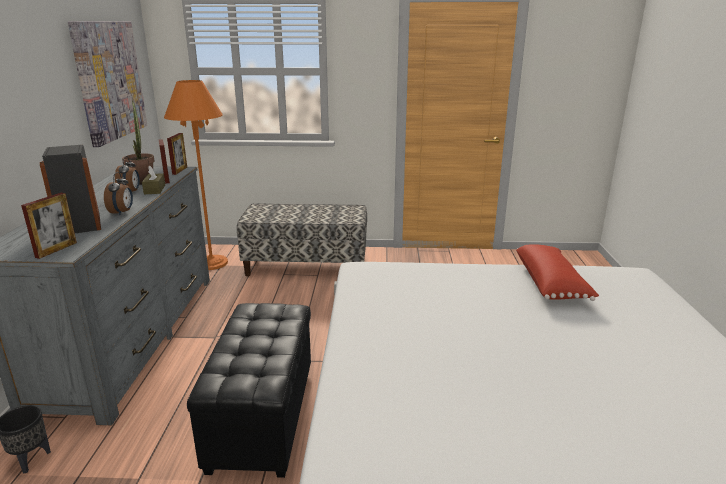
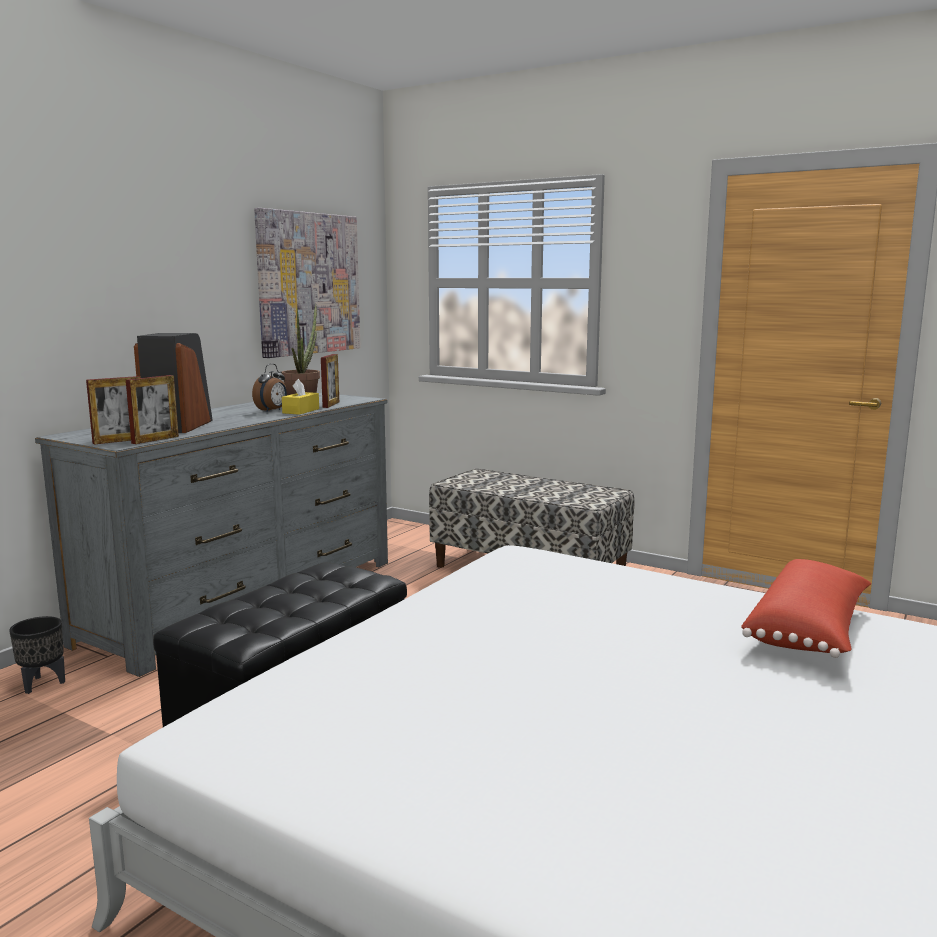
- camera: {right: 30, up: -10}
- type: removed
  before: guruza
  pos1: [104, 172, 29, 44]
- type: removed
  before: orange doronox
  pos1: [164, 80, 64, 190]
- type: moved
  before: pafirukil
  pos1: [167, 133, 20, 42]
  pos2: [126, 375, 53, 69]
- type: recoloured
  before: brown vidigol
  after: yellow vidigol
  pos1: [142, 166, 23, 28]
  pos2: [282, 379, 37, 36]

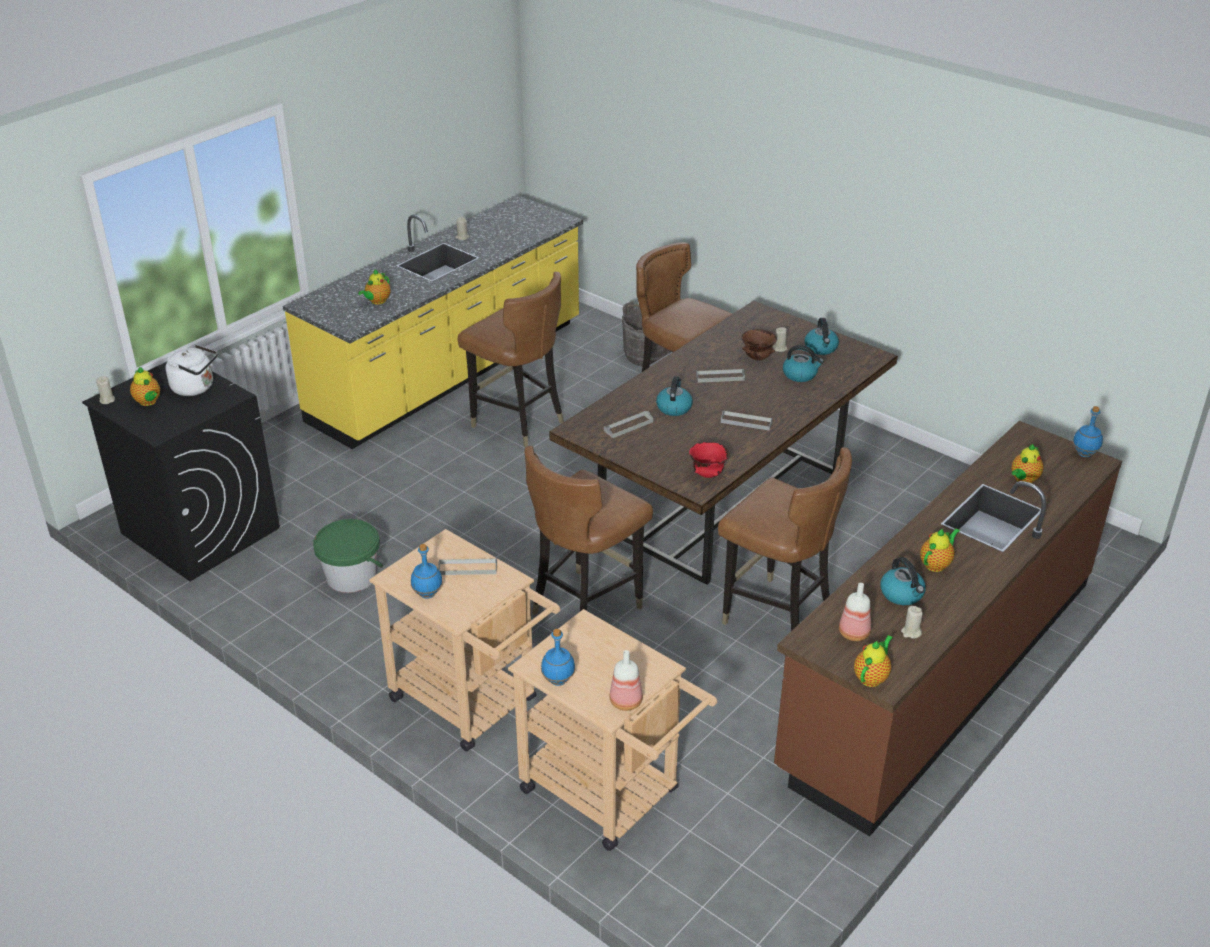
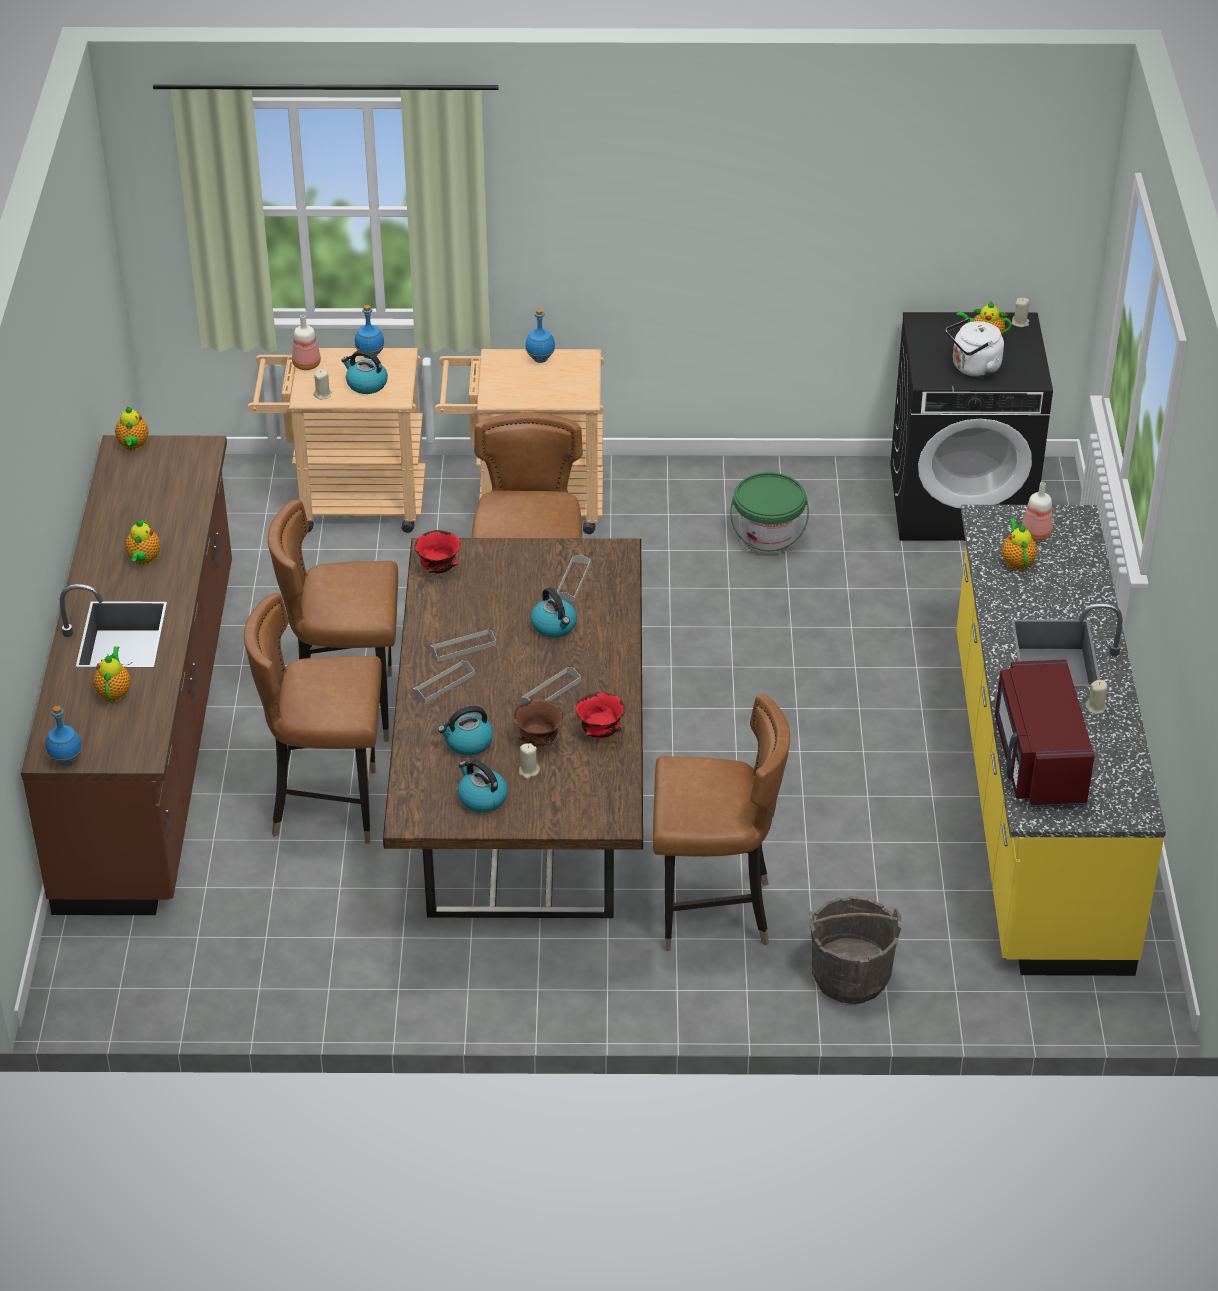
- camera: {right: 140, up: 5}
- type: added
  after: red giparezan
  pos2: [575, 692, 50, 46]
- type: added
  after: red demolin
  pos2: [995, 659, 100, 148]
- type: moved
  before: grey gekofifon
  pos1: [438, 558, 59, 17]
  pos2: [412, 660, 63, 43]
- type: moved
  before: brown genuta
  pos1: [458, 272, 106, 175]
  pos2: [244, 593, 138, 250]
- type: moved
  before: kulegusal
  pos1: [839, 583, 32, 58]
  pos2: [1022, 482, 31, 59]
- type: moved
  before: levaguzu
  pos1: [880, 557, 46, 48]
  pos2: [341, 350, 47, 44]
- type: moved
  before: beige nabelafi
  pos1: [901, 606, 22, 33]
  pos2: [313, 369, 19, 31]

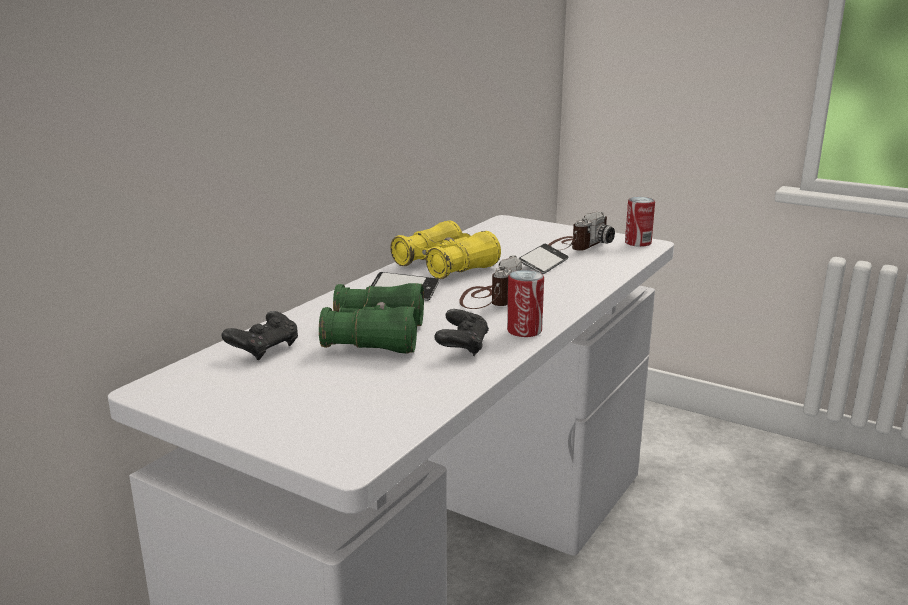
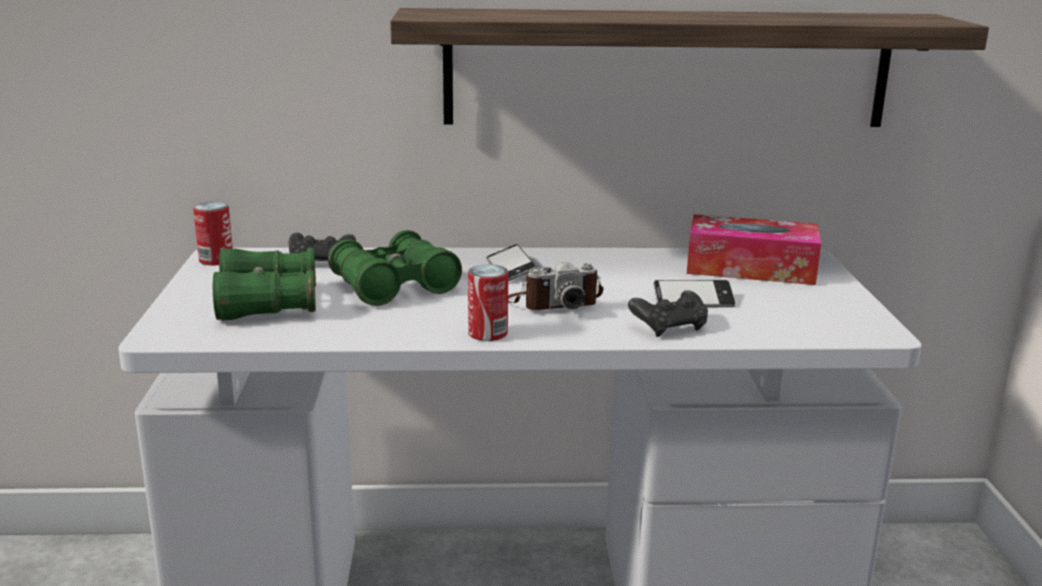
- camera: {right: 55, up: 0}
- type: removed
  before: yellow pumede
  pos1: [391, 221, 110, 58]
- type: removed
  before: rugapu
  pos1: [548, 212, 67, 39]
- type: added
  after: green pumede
  pos2: [213, 248, 103, 73]
- type: added
  after: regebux
  pos2: [390, 8, 599, 119]
- type: added
  after: vidigol
  pos2: [687, 214, 134, 71]
- type: moved
  before: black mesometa
  pos1: [434, 309, 55, 47]
  pos2: [628, 290, 80, 47]
- type: moved
  before: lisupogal
  pos1: [625, 197, 30, 50]
  pos2: [193, 202, 40, 64]

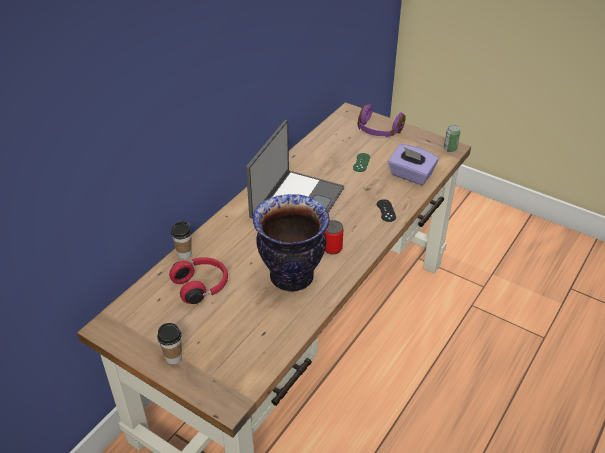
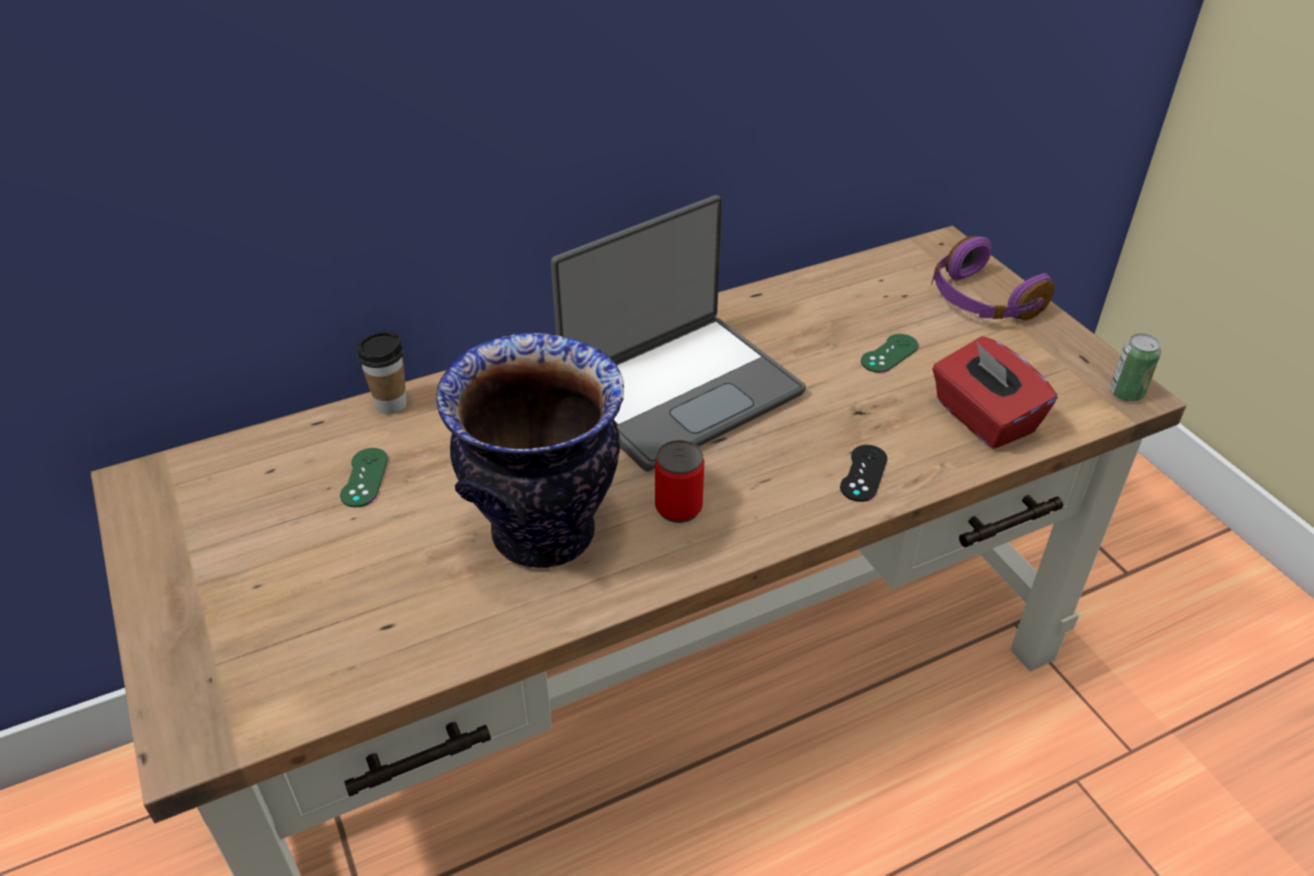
- camera: {right: 30, up: 0}
- type: removed
  before: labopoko
  pos1: [157, 323, 25, 41]
- type: replaced
  before: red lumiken
  after: green mesometa
  pos1: [169, 257, 59, 47]
  pos2: [340, 448, 48, 59]
- type: recoloured
  before: purple vidigol
  after: red vidigol
  pos1: [388, 144, 51, 41]
  pos2: [932, 336, 125, 113]

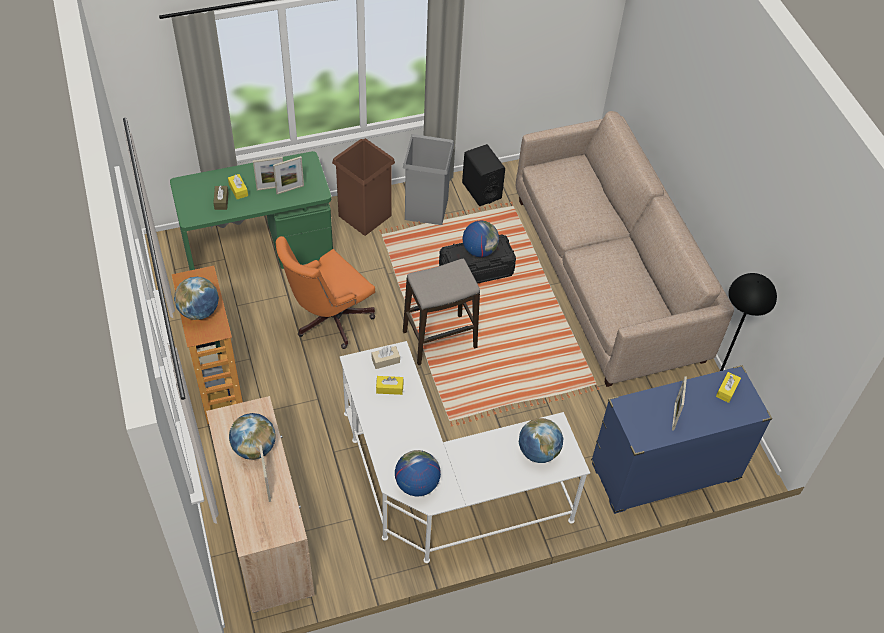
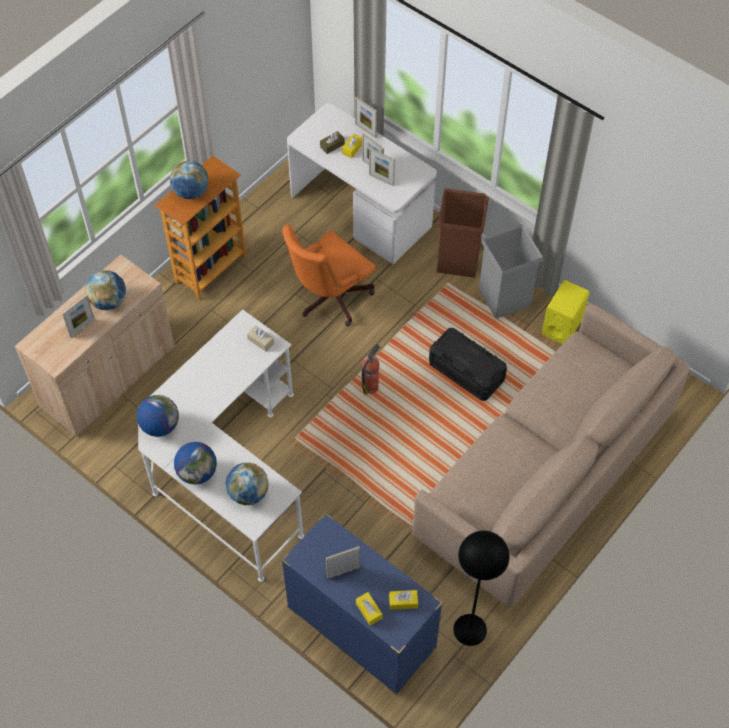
- camera: {right: 60, up: 5}
- type: added
  after: pafirukil
  pos2: [355, 97, 22, 41]
- type: moved
  before: yellow vidigol
  pos1: [376, 376, 28, 19]
  pos2: [356, 592, 27, 34]
- type: moved
  before: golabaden
  pos1: [463, 221, 36, 36]
  pos2: [174, 442, 43, 43]
- type: replaced
  before: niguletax
  after: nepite
  pos1: [403, 259, 77, 106]
  pos2: [361, 344, 19, 51]
- type: recoloured
  before: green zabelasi
  after: white zabelasi
  pos1: [170, 151, 163, 119]
  pos2: [287, 103, 150, 161]
- type: recoloured
  before: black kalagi
  after: yellow kalagi
  pos1: [462, 144, 43, 62]
  pos2: [542, 280, 48, 64]
- type: turned
  before: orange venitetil
  pos1: [275, 236, 100, 113]
  pos2: [282, 224, 94, 102]
  turn: -60

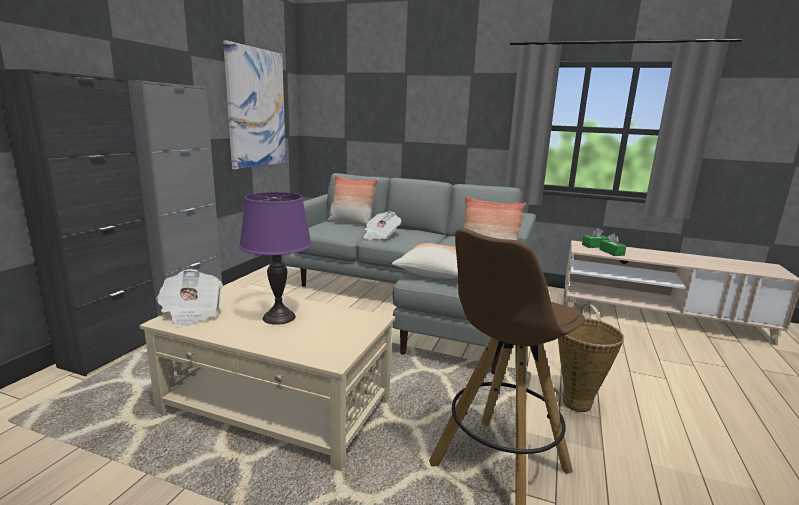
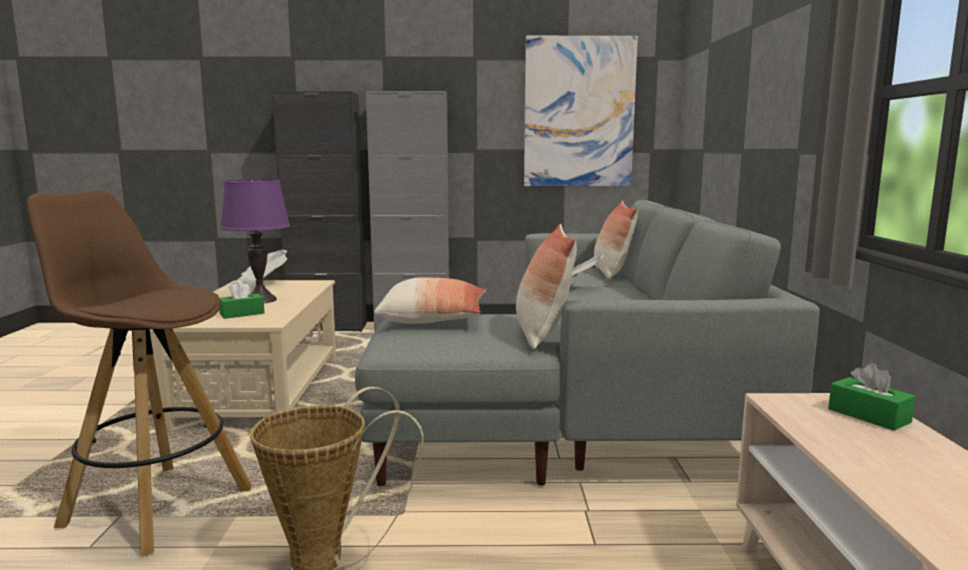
- camera: {right: 70, up: -5}
- type: moved
  before: green vidigol
  pos1: [600, 233, 26, 23]
  pos2: [219, 281, 45, 38]

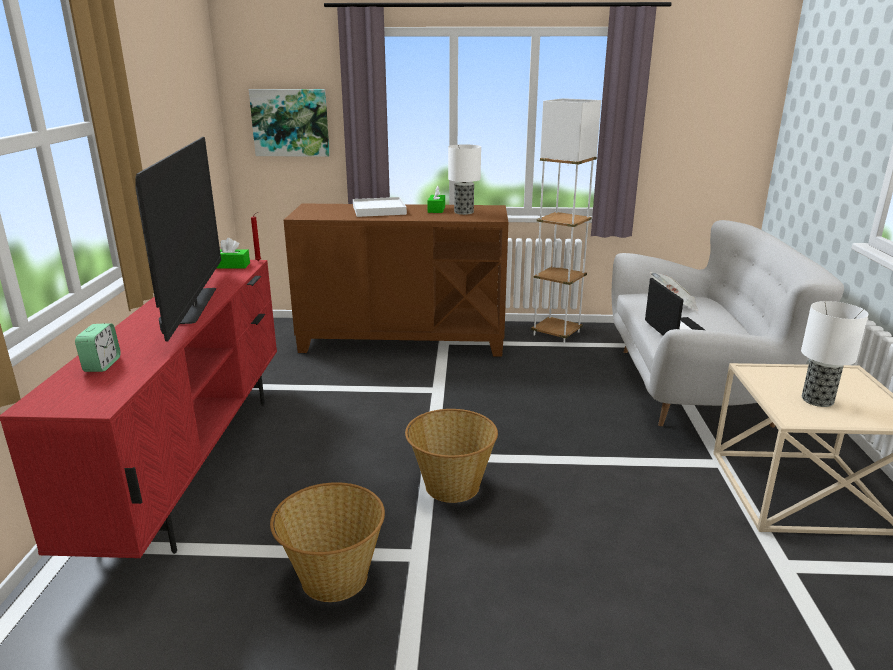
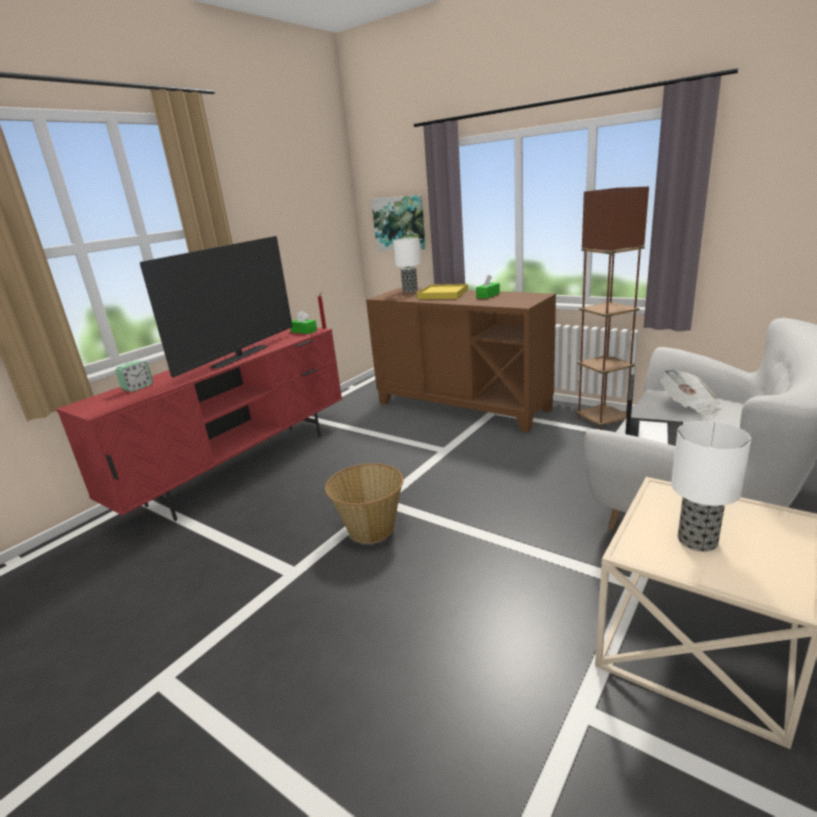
- camera: {right: 35, up: 0}
- type: removed
  before: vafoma
  pos1: [270, 482, 115, 120]
- type: moved
  before: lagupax
  pos1: [448, 144, 33, 71]
  pos2: [393, 238, 28, 55]
- type: recoloured
  before: white gekofifon
  after: yellow gekofifon
  pos1: [353, 197, 54, 20]
  pos2: [417, 284, 51, 15]
- type: recoloured
  before: white doronox
  after: brown doronox
  pos1: [531, 98, 70, 245]
  pos2: [576, 187, 73, 243]

